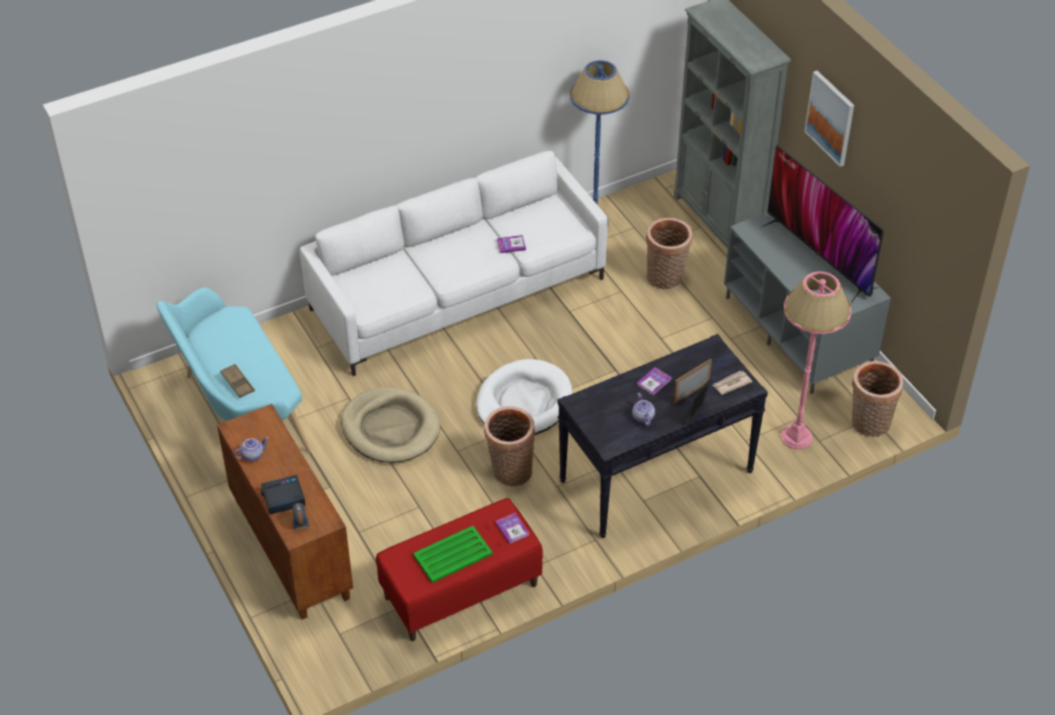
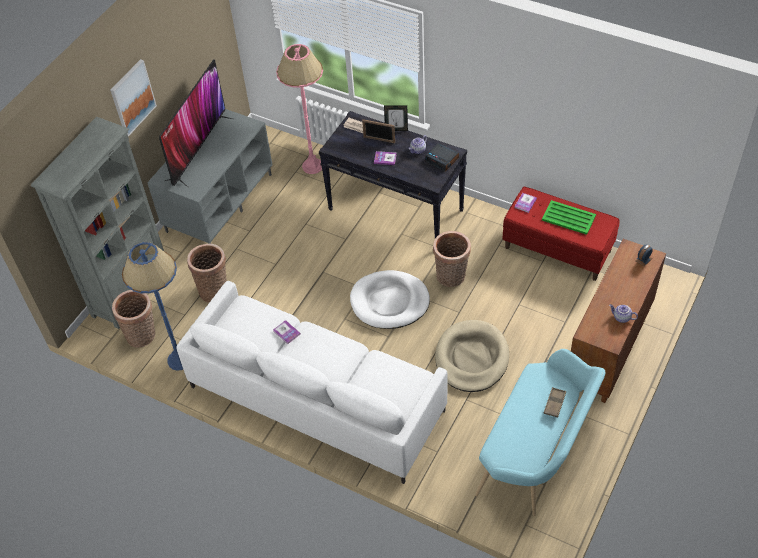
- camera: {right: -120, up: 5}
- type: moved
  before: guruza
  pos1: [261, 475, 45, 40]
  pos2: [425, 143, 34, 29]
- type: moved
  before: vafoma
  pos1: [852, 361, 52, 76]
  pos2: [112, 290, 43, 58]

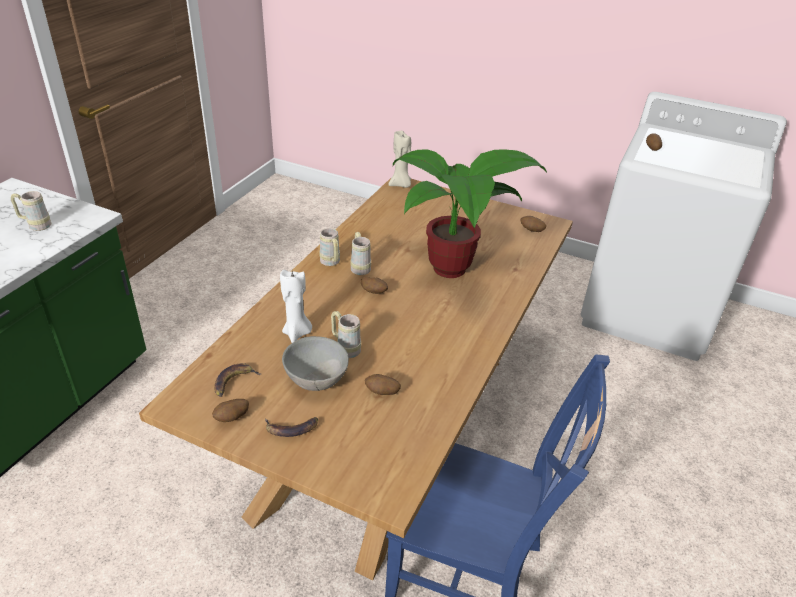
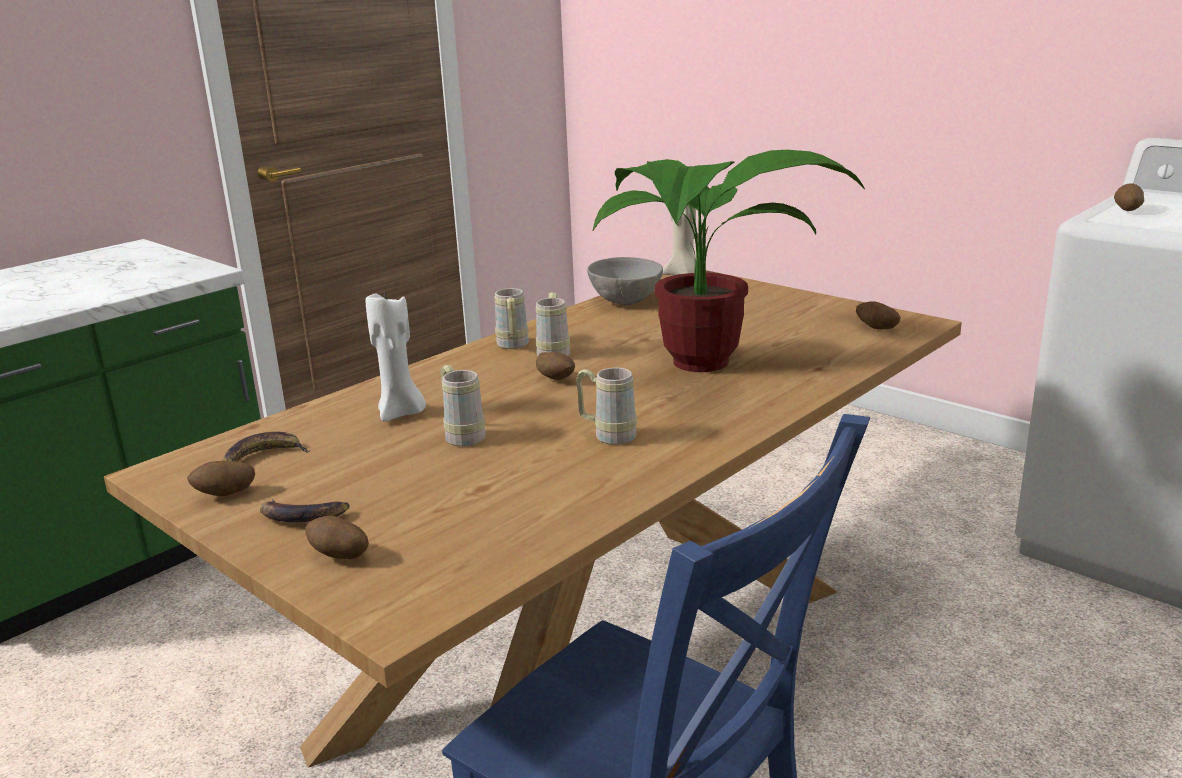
- camera: {right: 20, up: -15}
- type: moved
  before: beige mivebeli
  pos1: [11, 191, 40, 40]
  pos2: [576, 368, 61, 77]
- type: moved
  before: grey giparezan
  pos1: [282, 336, 67, 55]
  pos2: [587, 257, 76, 48]
- type: moved
  before: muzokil
  pos1: [365, 374, 36, 21]
  pos2: [306, 516, 63, 43]

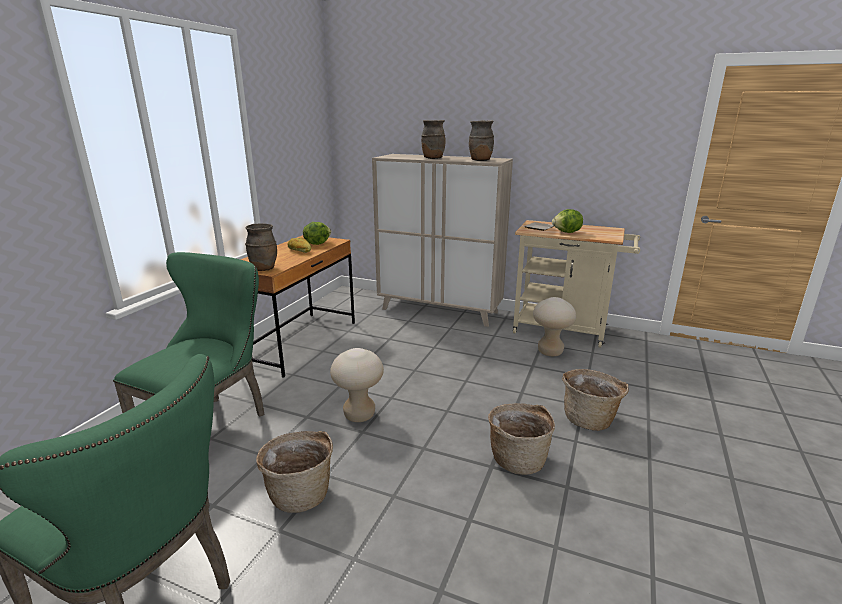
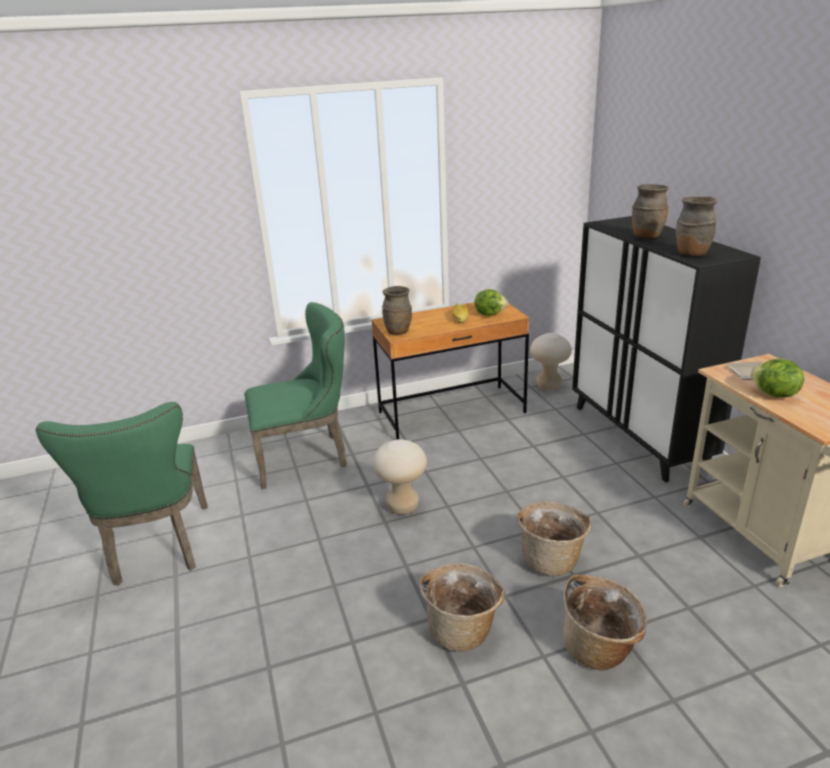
- camera: {right: 50, up: 5}
- type: moved
  before: vafoma
  pos1: [256, 431, 77, 82]
  pos2: [517, 501, 75, 75]
- type: moved
  before: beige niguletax
  pos1: [533, 297, 43, 59]
  pos2: [530, 333, 42, 58]
- type: recoloured
  before: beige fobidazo
  after: black fobidazo
  pos1: [372, 154, 141, 173]
  pos2: [572, 216, 189, 266]

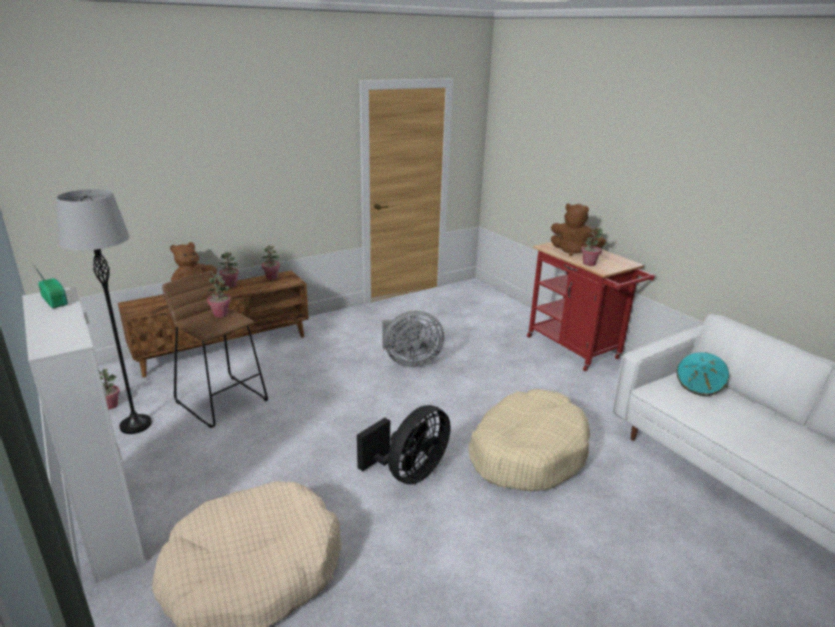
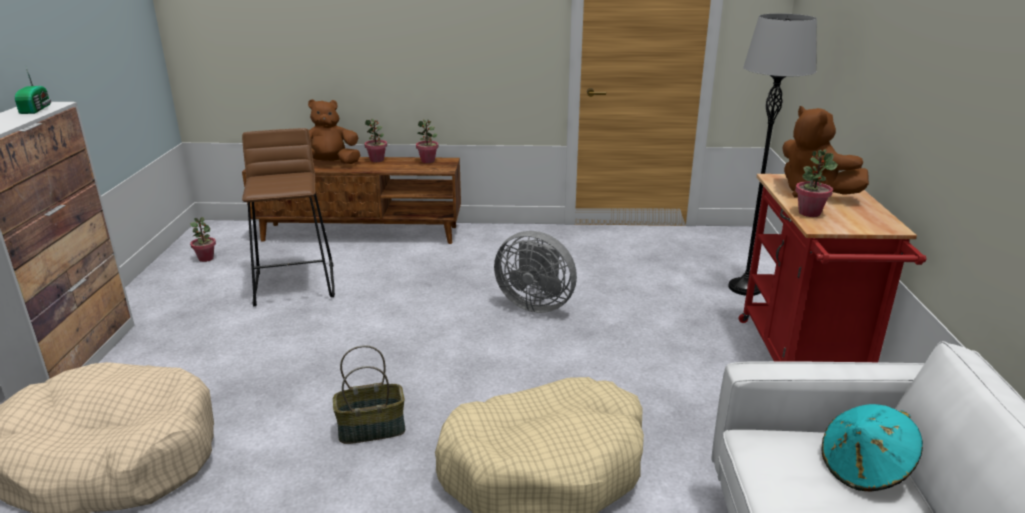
- camera: {right: 35, up: 0}
- type: removed
  before: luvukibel
  pos1: [207, 274, 24, 44]
- type: moved
  before: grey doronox
  pos1: [56, 189, 96, 245]
  pos2: [728, 13, 89, 283]
- type: replaced
  before: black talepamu
  after: vafoma
  pos1: [357, 405, 94, 80]
  pos2: [333, 345, 72, 99]

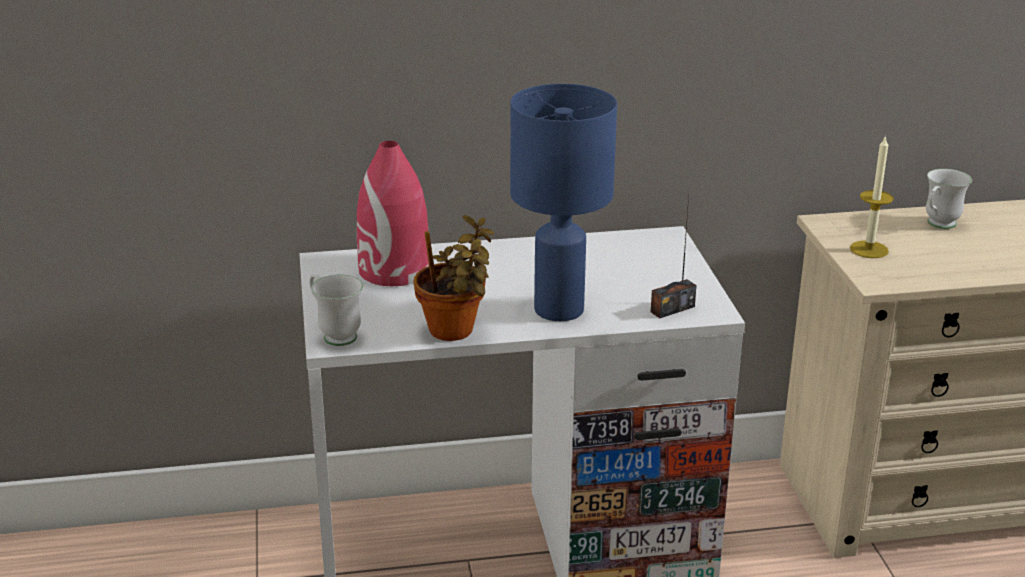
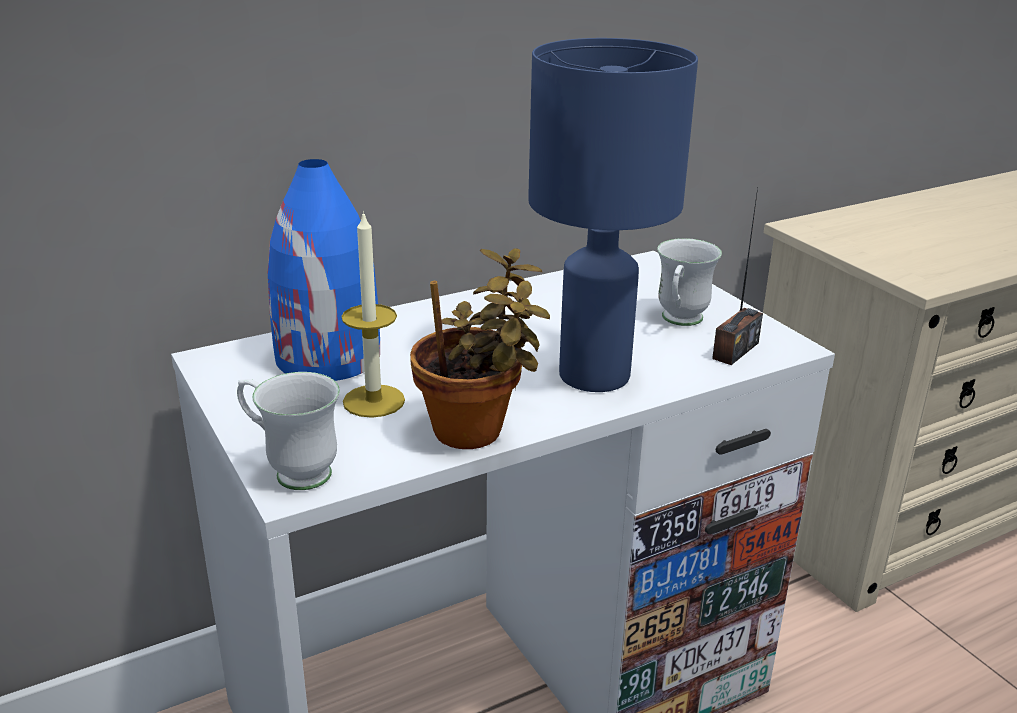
- camera: {right: -20, up: 0}
- type: moved
  before: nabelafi
  pos1: [850, 135, 44, 123]
  pos2: [341, 210, 64, 208]
- type: moved
  before: white mivebeli
  pos1: [926, 169, 46, 60]
  pos2: [657, 238, 65, 88]
- type: recoloured
  before: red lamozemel
  after: blue lamozemel
  pos1: [357, 141, 72, 145]
  pos2: [268, 159, 112, 222]

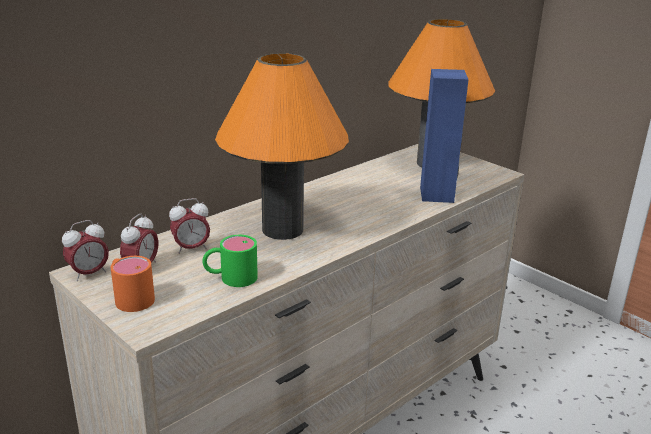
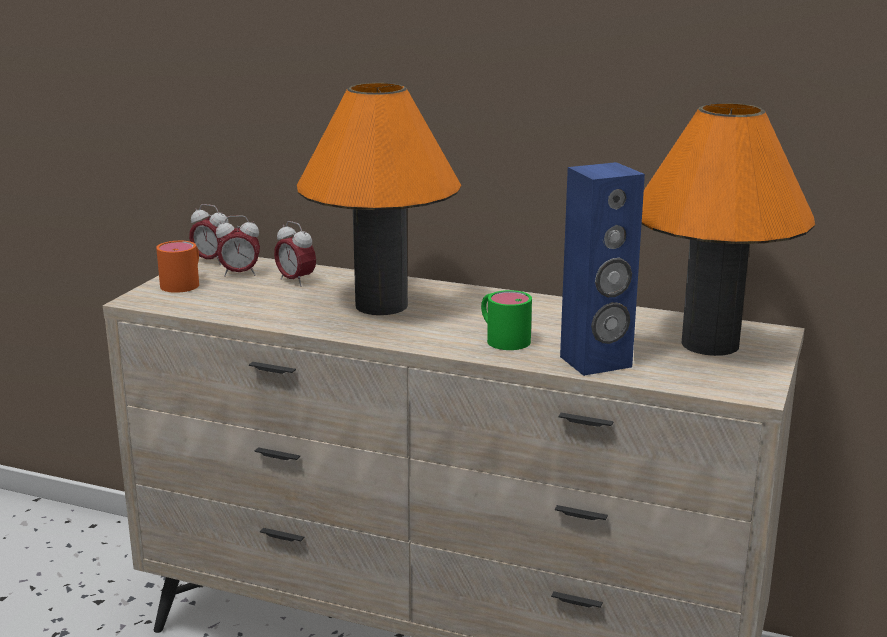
- camera: {right: 65, up: -5}
- type: moved
  before: green mivebeli
  pos1: [202, 235, 56, 52]
  pos2: [481, 290, 51, 60]

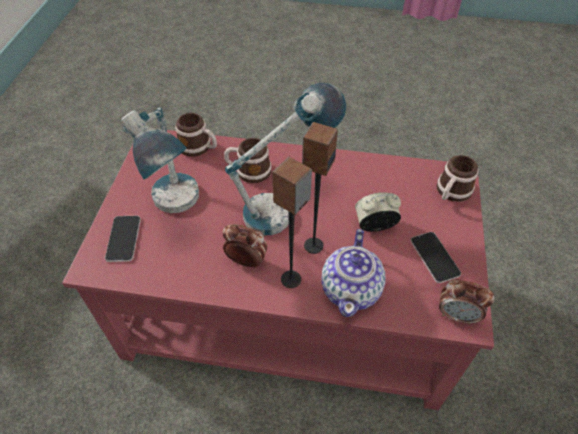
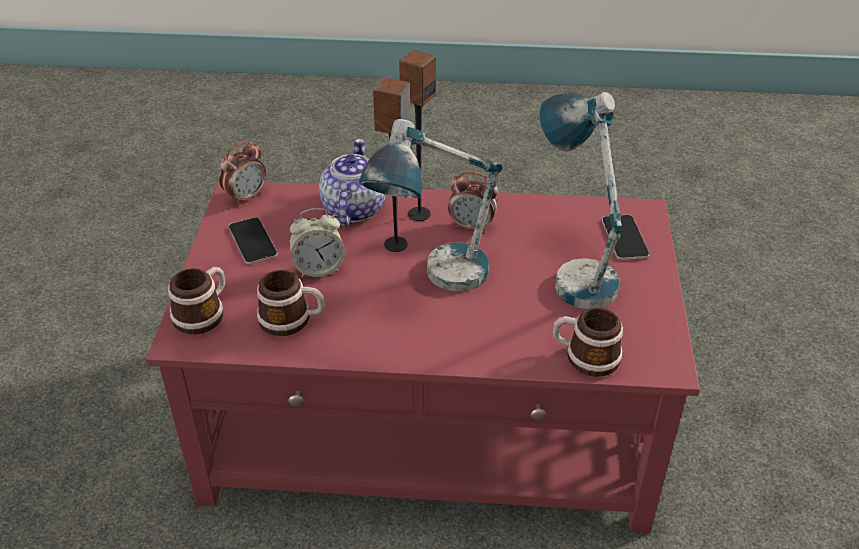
- camera: {right: 175, up: -10}
- type: moved
  before: mivebeli
  pos1: [224, 138, 48, 45]
  pos2: [257, 270, 68, 66]
- type: turned
  before: guruza
  pos1: [439, 279, 55, 46]
  pos2: [219, 141, 47, 65]
  turn: 120

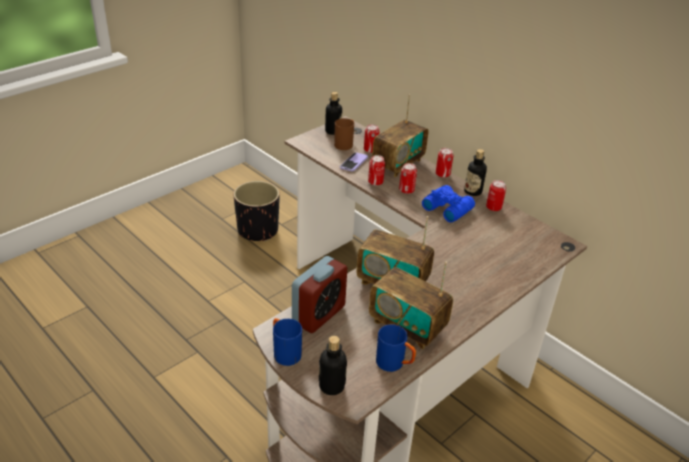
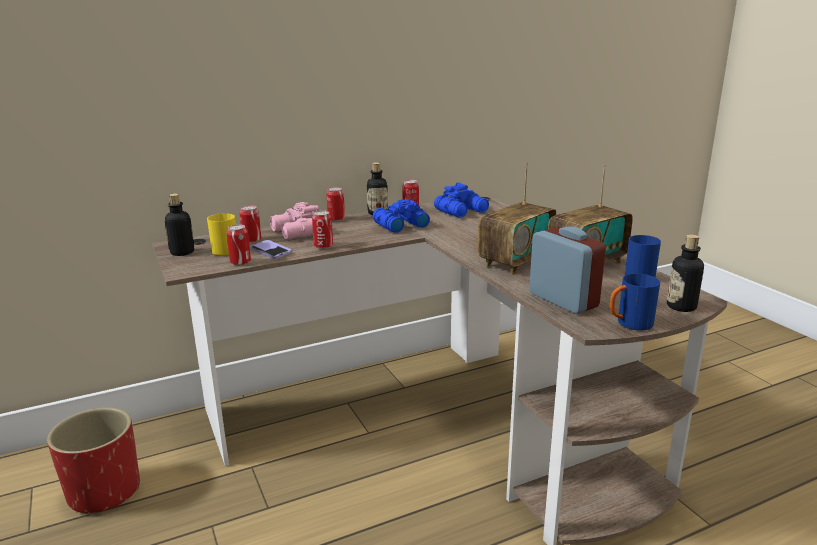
- camera: {right: -70, up: -15}
- type: added
  after: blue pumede
  pos2: [434, 182, 55, 36]
- type: moved
  before: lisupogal
  pos1: [399, 163, 18, 31]
  pos2: [227, 224, 24, 41]
- type: replaced
  before: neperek
  after: pink pumede
  pos1: [372, 94, 56, 83]
  pos2: [270, 202, 49, 37]
- type: recoloured
  before: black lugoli
  after: red lugoli
  pos1: [234, 181, 46, 61]
  pos2: [47, 407, 93, 108]
- type: recoloured
  before: brown mivebeli
  after: yellow mivebeli
  pos1: [334, 118, 20, 32]
  pos2: [207, 213, 29, 42]

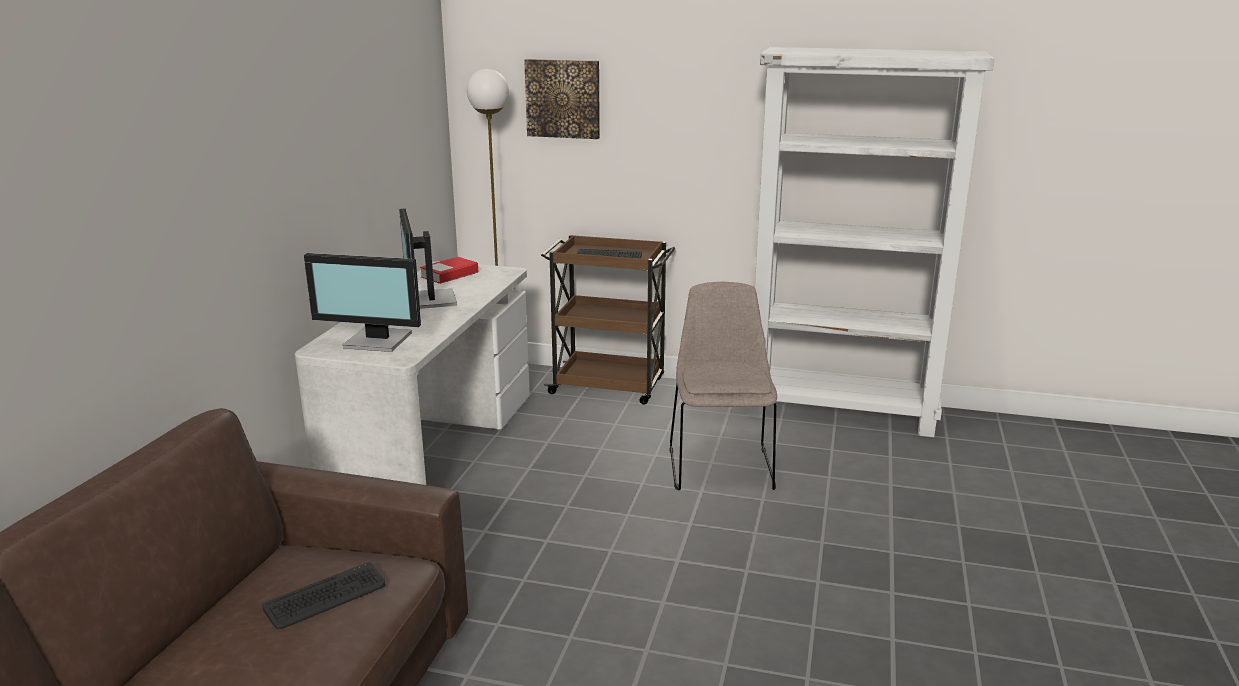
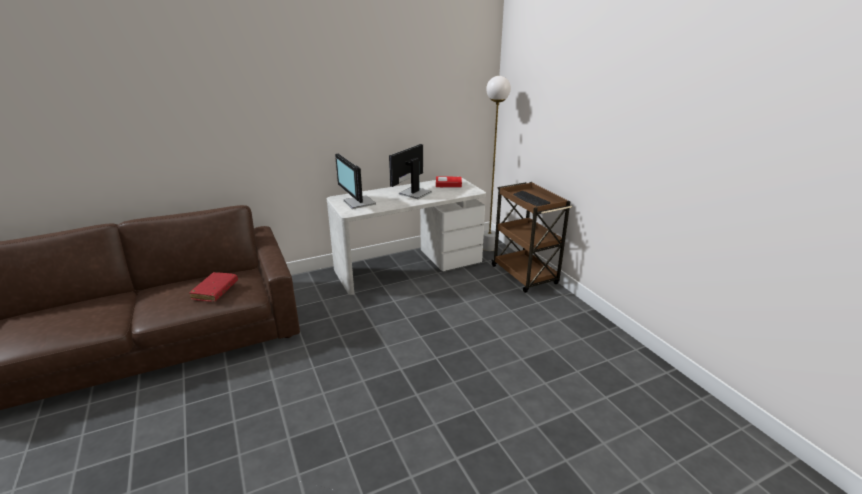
- camera: {right: 50, up: 5}
- type: removed
  before: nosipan
  pos1: [524, 59, 76, 80]
- type: removed
  before: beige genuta
  pos1: [670, 282, 107, 208]
- type: removed
  before: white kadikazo
  pos1: [748, 47, 247, 390]
- type: replaced
  before: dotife
  after: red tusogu
  pos1: [262, 562, 124, 67]
  pos2: [189, 272, 49, 30]

